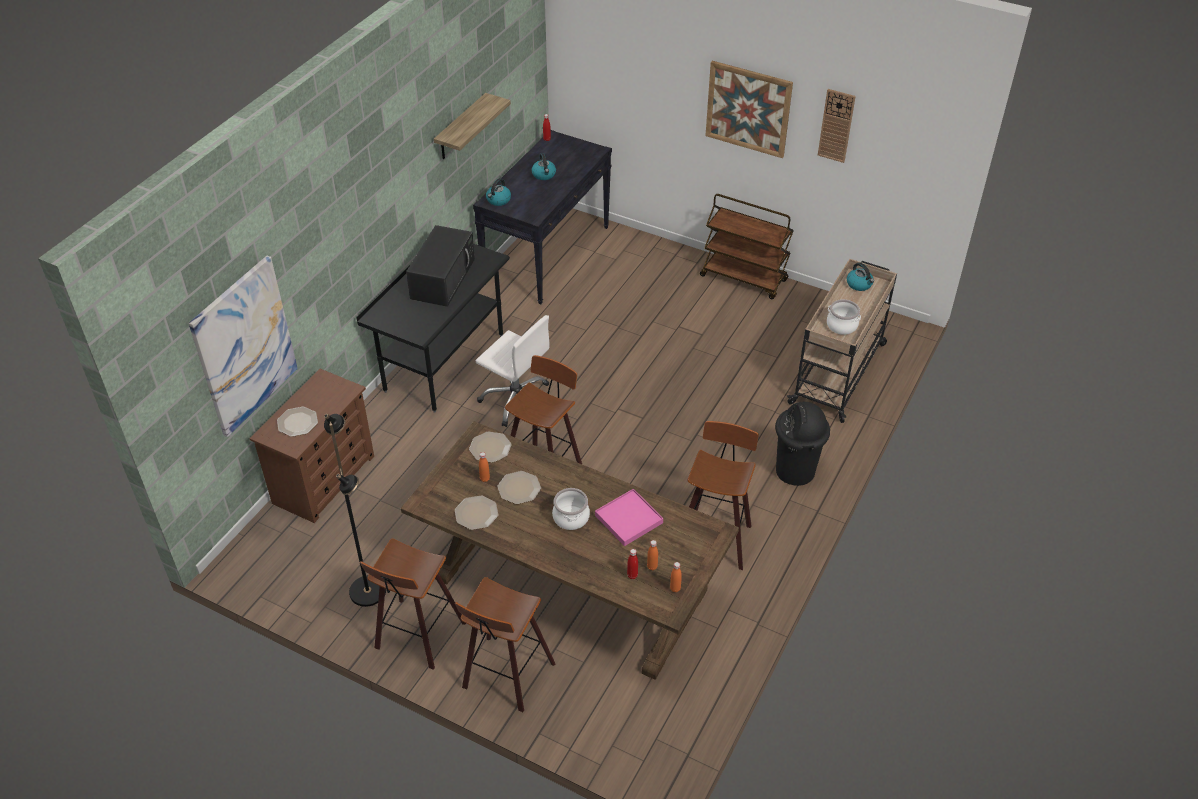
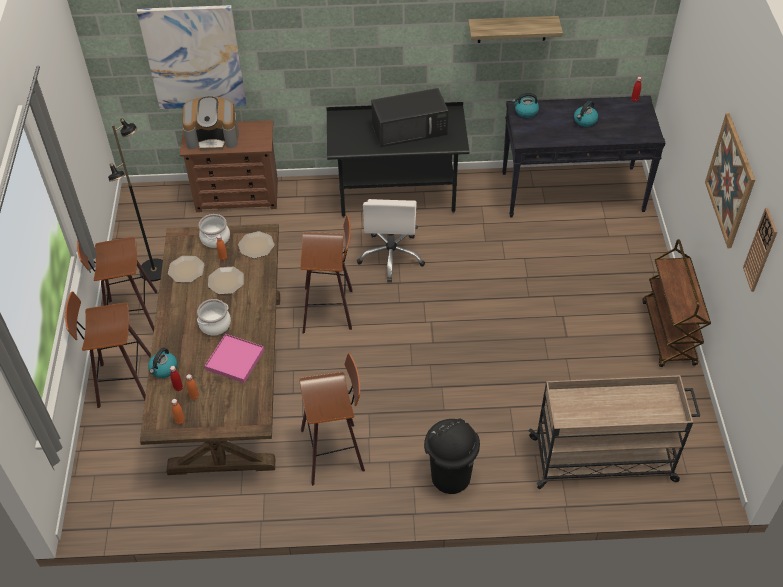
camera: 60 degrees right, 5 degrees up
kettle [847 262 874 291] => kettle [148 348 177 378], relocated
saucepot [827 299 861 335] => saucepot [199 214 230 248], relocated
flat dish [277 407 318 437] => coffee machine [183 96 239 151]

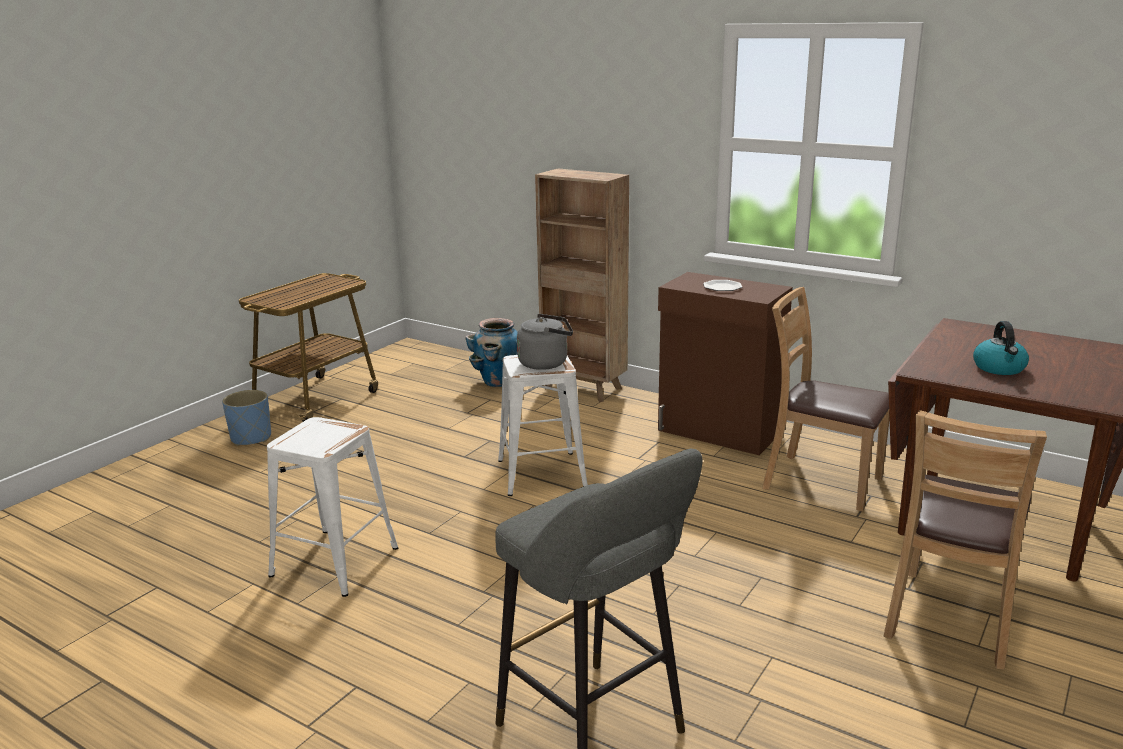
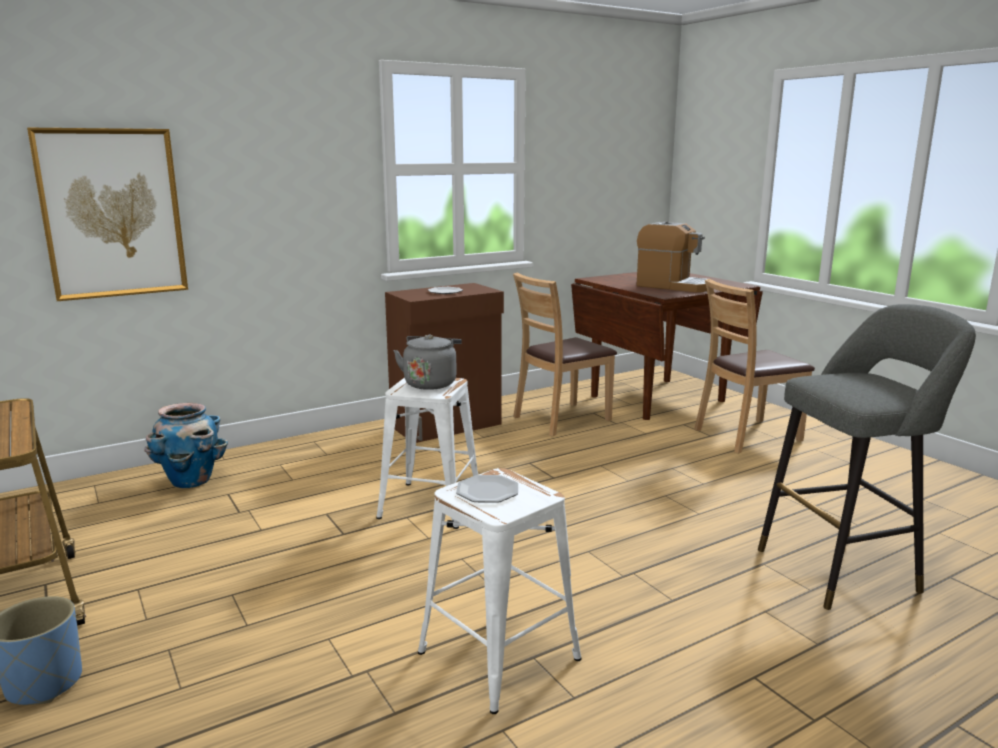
camera: 65 degrees left, 5 degrees down
bookshelf (brown) [535 169 629 402] => nothing
kettle [973 321 1029 375] => coffee machine [637 222 707 292]
chair (brown) [884 410 1047 670] => chair (brown) [694 279 815 454], 105 degrees clockwise
nothing => wall picture [27 128 188 301]
nothing => flat dish [456 475 518 503]

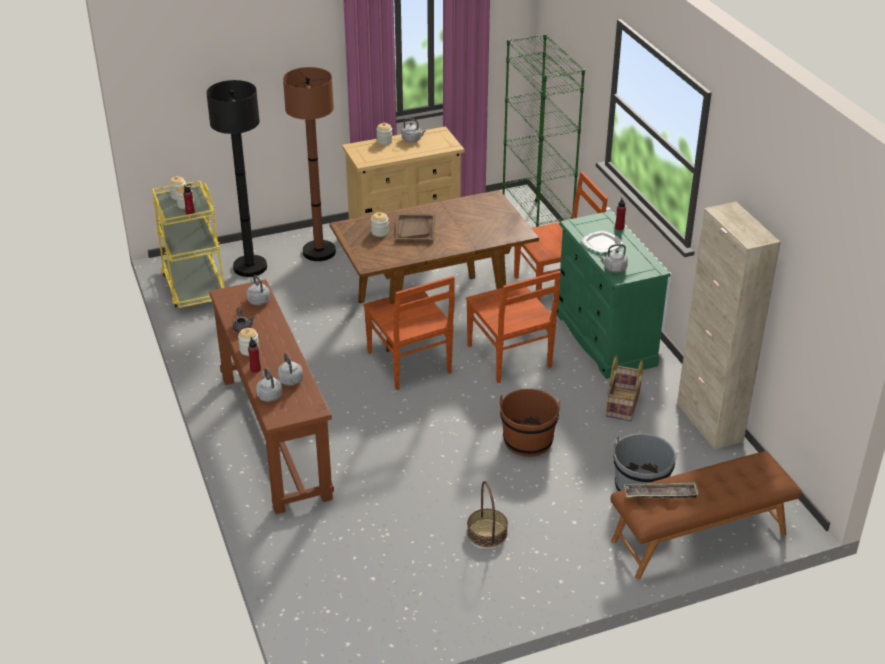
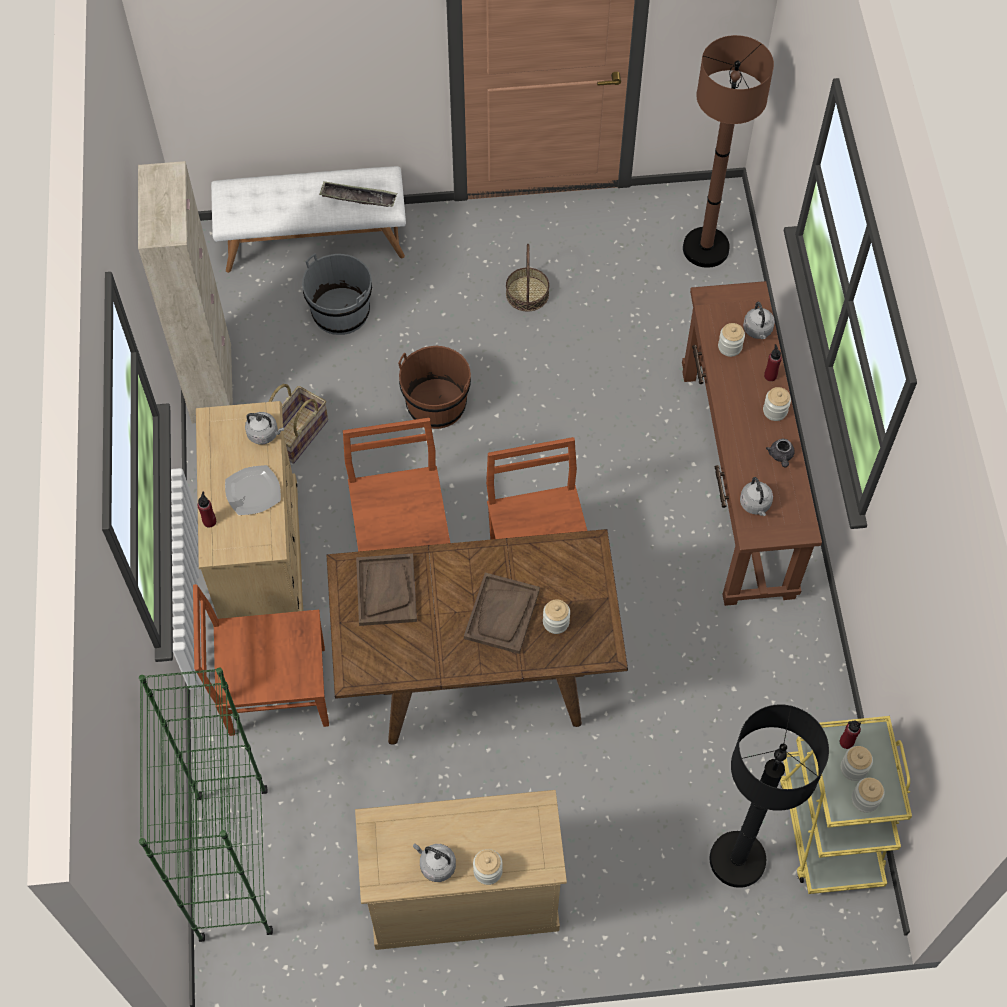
camera: 165 degrees left, 25 degrees up
standard lamp (brown) [283 67 336 261] => standard lamp (brown) [683 35 774 268], relocated
chest of drawers (green-coloured) [557 211 671 379] => chest of drawers (sand-coloured) [196 401 304 619]
kettle (grey) [277 353 303 386] => storage jar [718 323 745 357]
bench (brown) [611 451 801 579] => bench (whitish) [211 166 406 273]
nothing => serving tray (brown) [356 553 417 626]

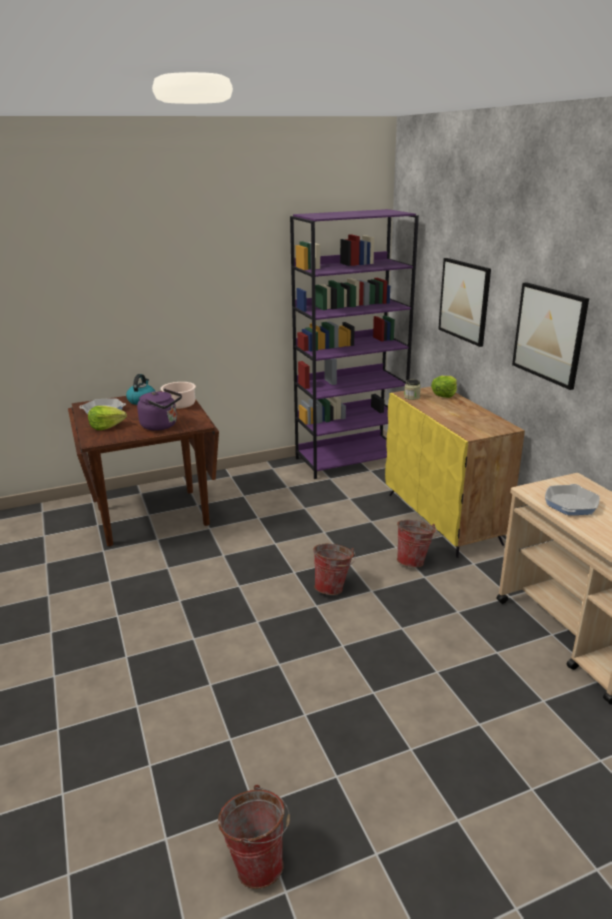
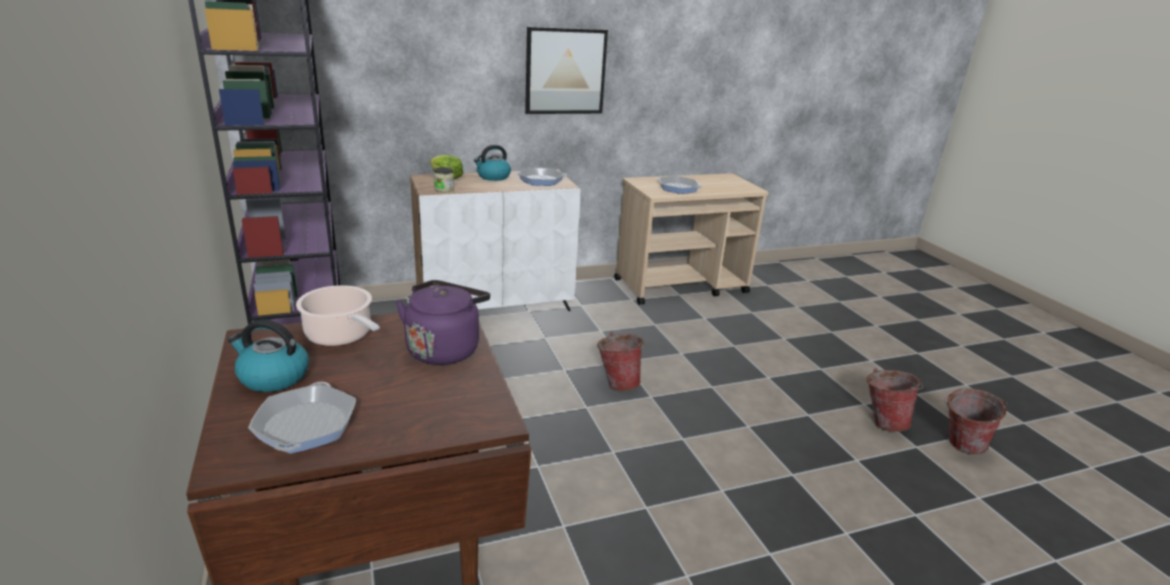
camera: 90 degrees left, 0 degrees up
wall picture [438 258 491 347] => nothing
storage cabinet (yellowish) [385 386 525 558] => storage cabinet (whitish) [410 170 580 311]
lettuce [88 406 127 430] => nothing
water bucket [397 520 437 568] => water bucket [867 368 924 432], relocated
nothing => kettle [474 145 511 181]
nothing => skillet [515 168 567 186]

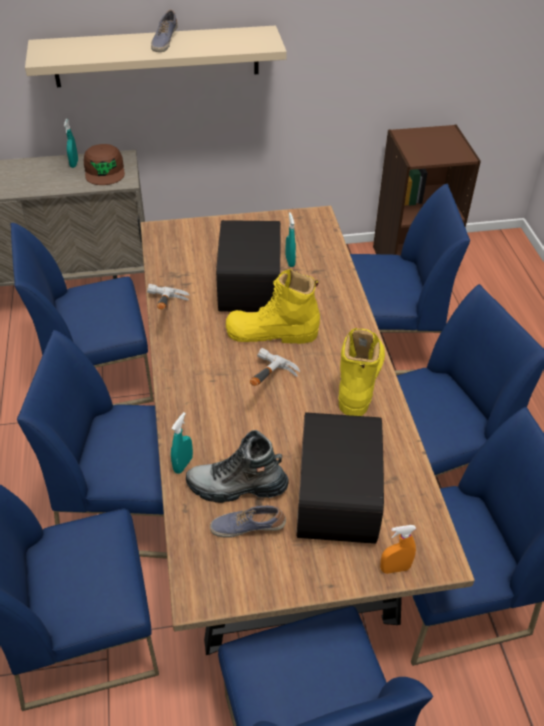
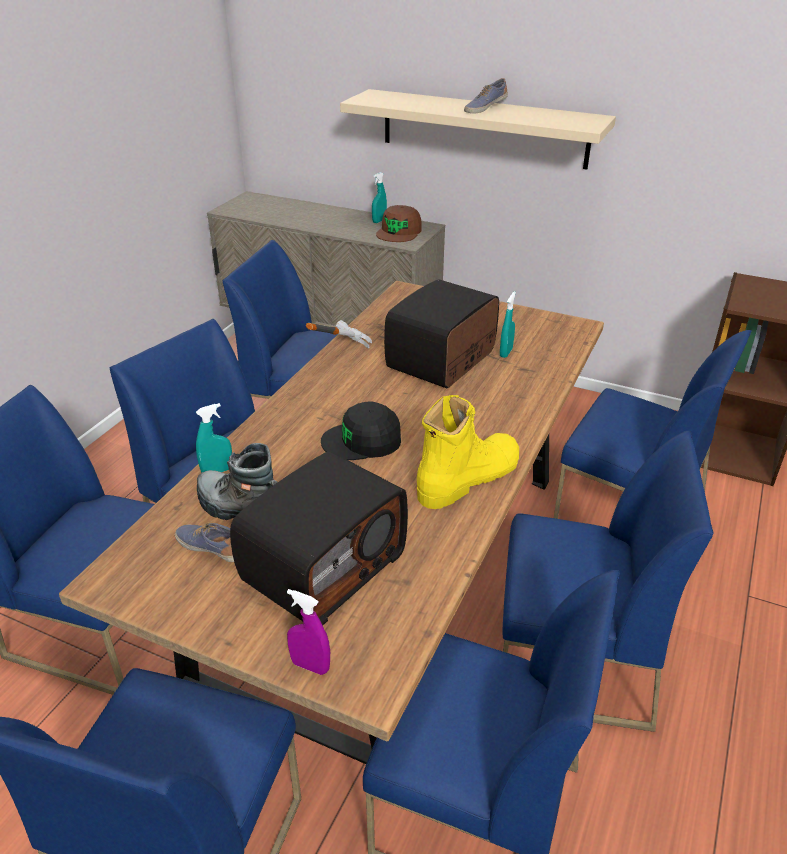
camera: 35 degrees right, 10 degrees down
tall boot (yellowish) [226 269 320 344] => nothing
hammer [250 348 300 386] => peaked cap (blackish) [321 401 401 460]
spray bottle (orange) [380 525 416 574] => spray bottle (purple-coloured) [287 589 330 675]

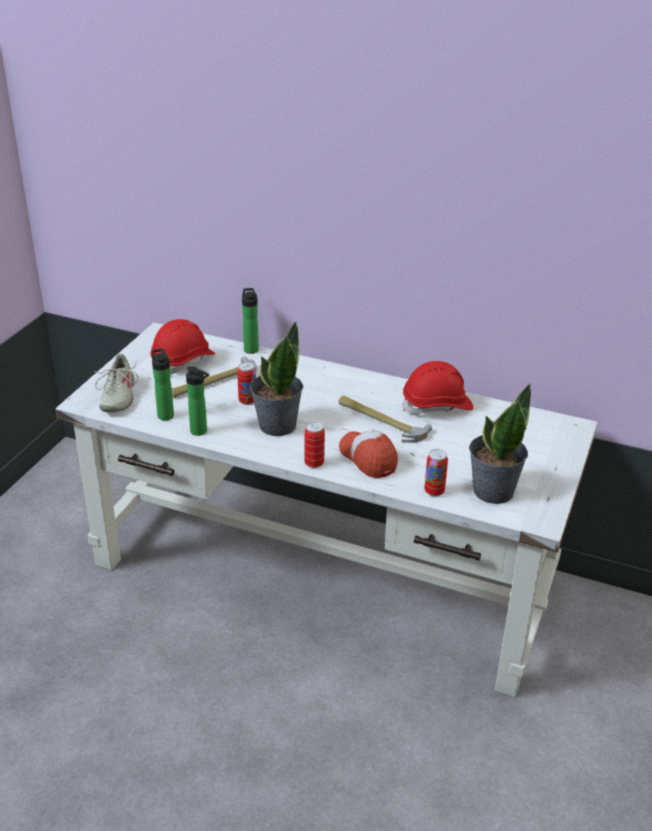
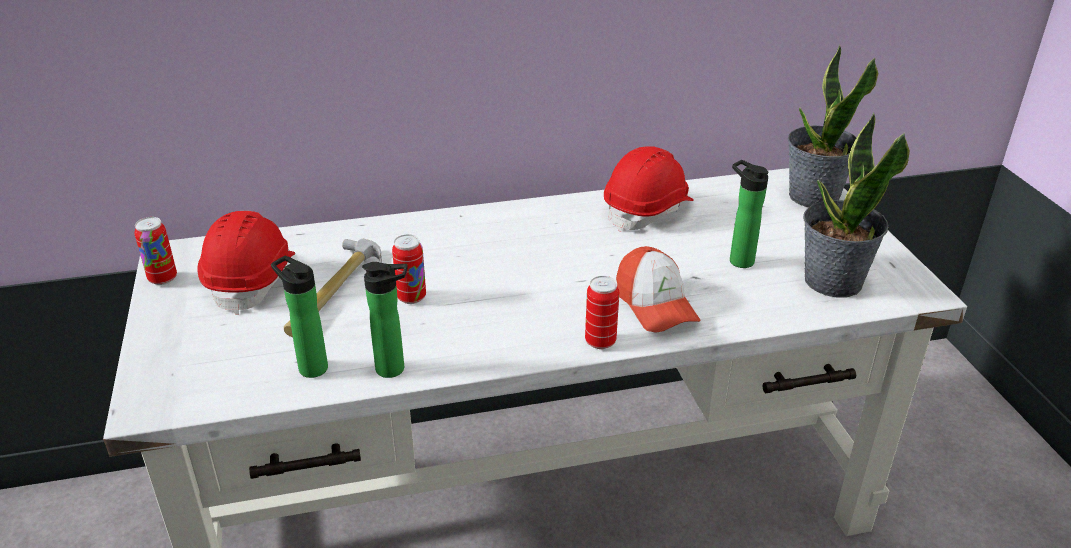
camera: 35 degrees left, 0 degrees up
beverage bottle [242 288 259 354] => beverage bottle [730 160 768 268], relocated
potted plant [250 322 303 436] => potted plant [788 45 878 207], relocated
item of footwear (sand-coloured) [94 354 138 412] => nothing
hammer [339 395 432 443] => nothing
peaked cap [339 429 398 478] => peaked cap [616 246 701 332], 135 degrees counterclockwise
sealed can [424 449 448 496] => sealed can [134 217 177 285], relocated

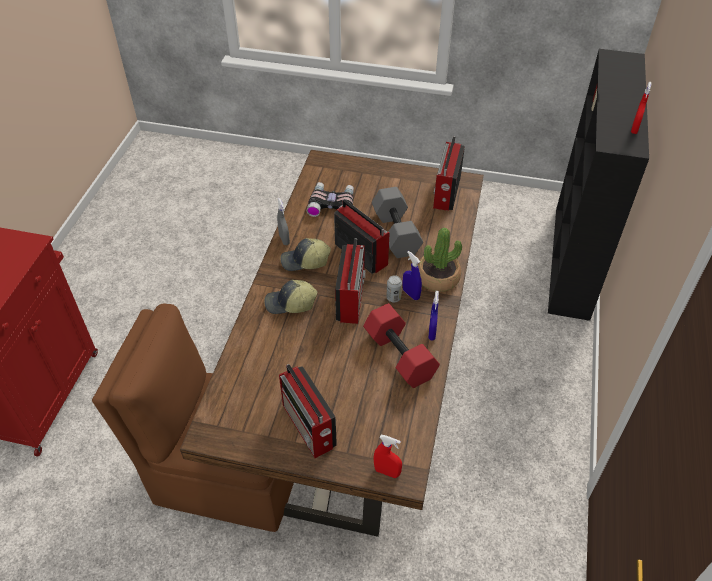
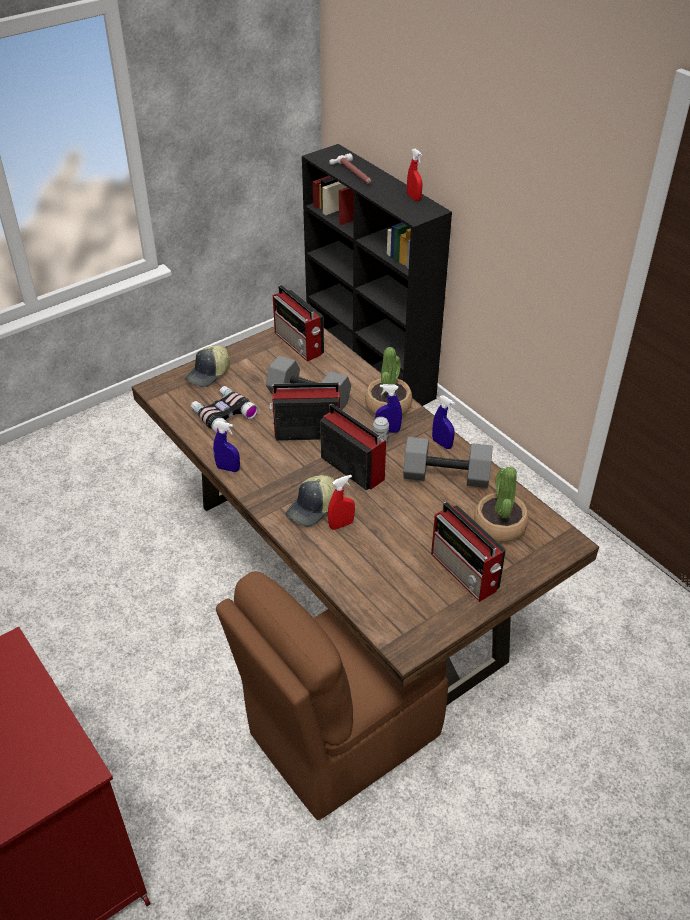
camera: 50 degrees left, 5 degrees down
spray bottle (grey) [277 198 290 245] => spray bottle (blue) [213 421 240 472]
peaked cap [280 238 331 271] => peaked cap [185 345 230 387], relocated
dumbbell (red) [363 303 440 388] => dumbbell (grey) [403 437 493 488]
radio [279 364 337 458] => radio [431 502 506 602], 45 degrees clockwise
spray bottle (red) [374 435 402 478] => spray bottle (red) [328 475 355 530], relocated
nothing => hammer [329 153 371 184]
nothing => potted plant [474 467 529 542]

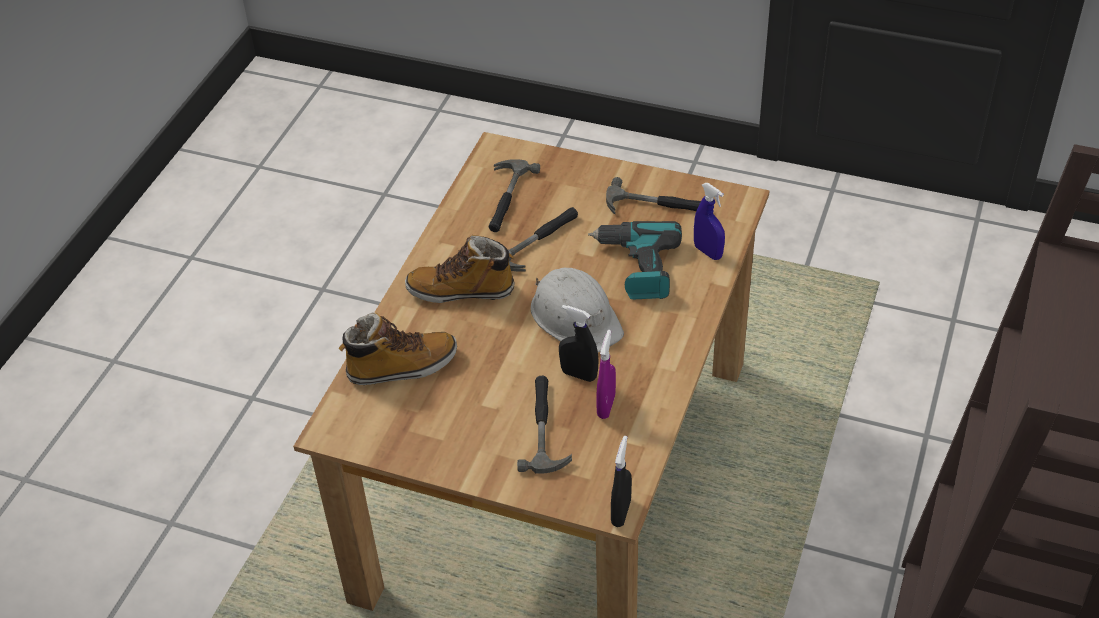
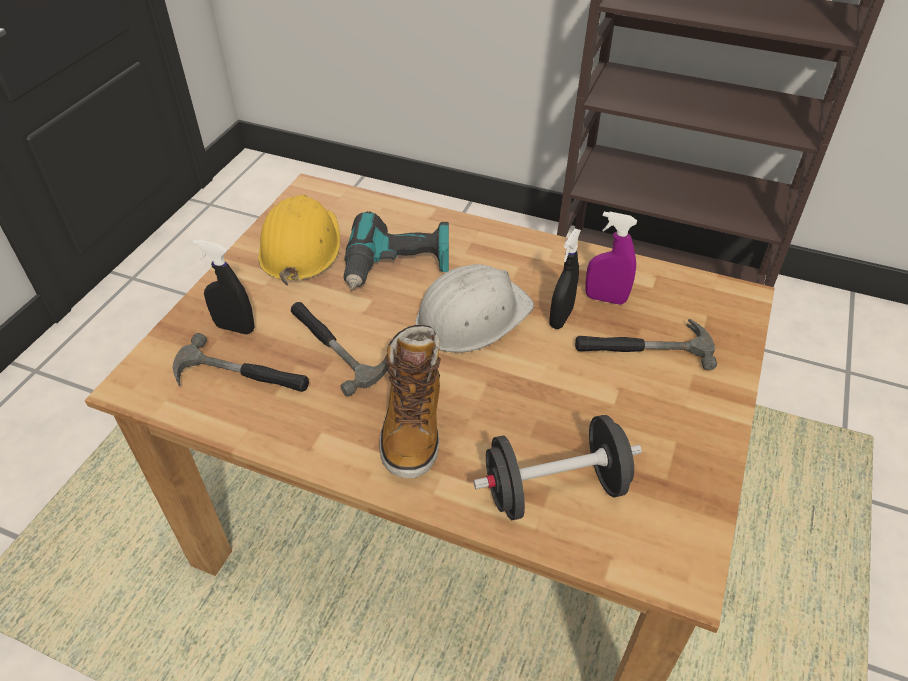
camera: 90 degrees left, 0 degrees up
hammer [606 177 701 214] => work helmet (yellowish) [258 195 340 285]
spray bottle (blue) [694 183 725 260] => nothing
tall boot [339 313 457 385] => dumbbell (blackish) [473 415 642 520]
spray bottle (blackish) [611 436 632 527] => spray bottle (blackish) [193 240 255 334], relocated

